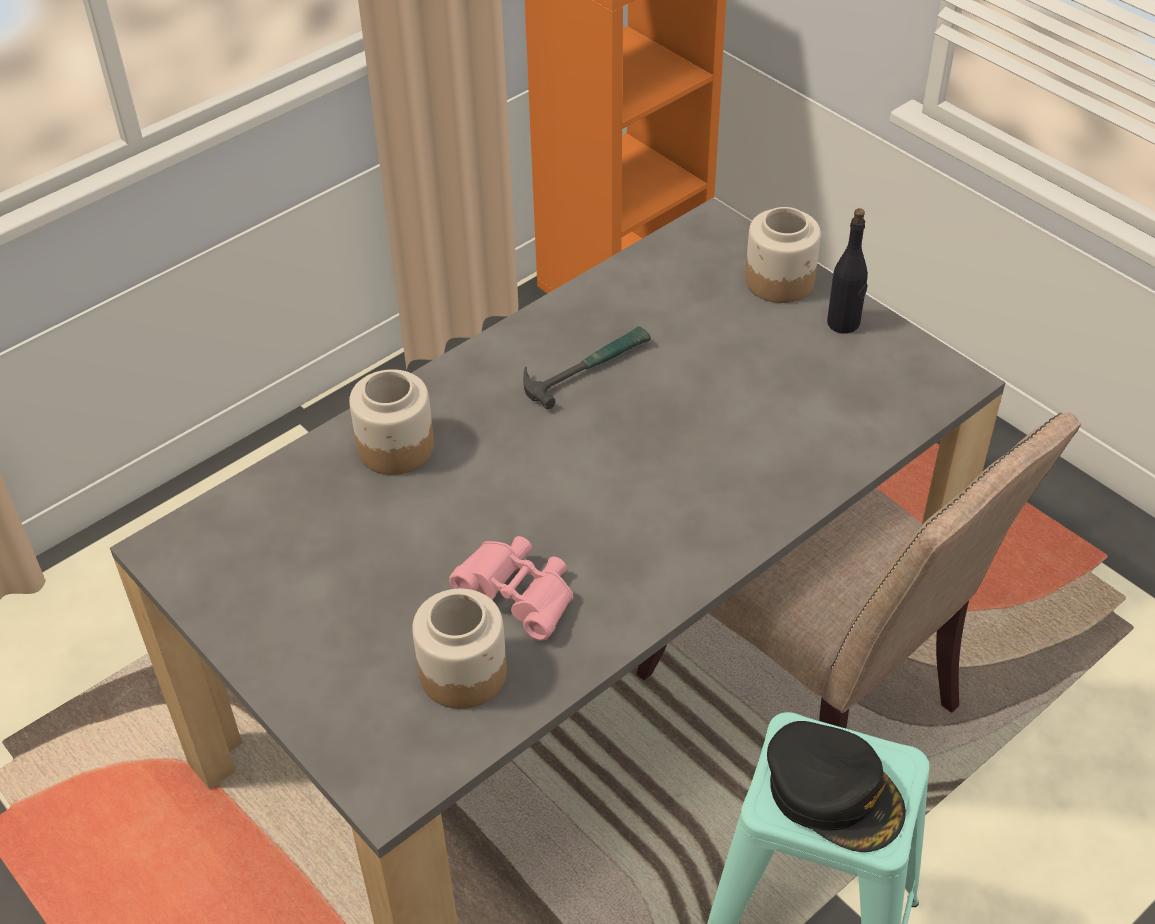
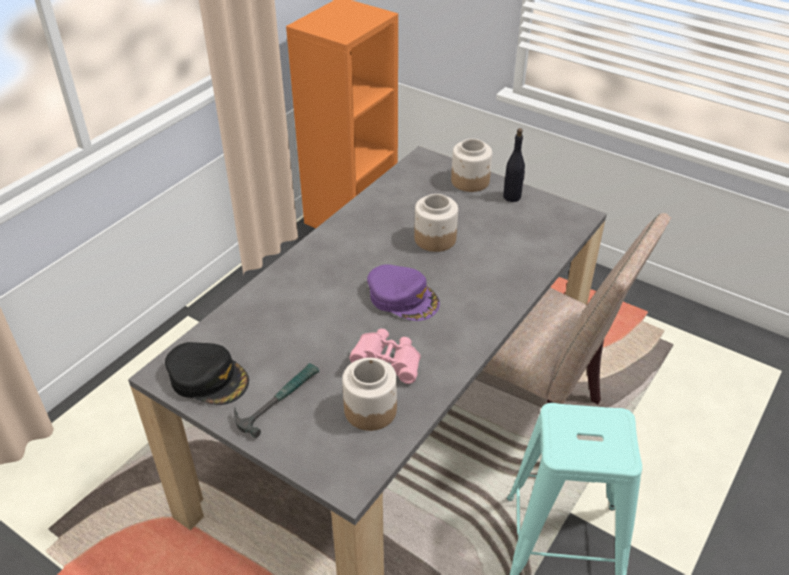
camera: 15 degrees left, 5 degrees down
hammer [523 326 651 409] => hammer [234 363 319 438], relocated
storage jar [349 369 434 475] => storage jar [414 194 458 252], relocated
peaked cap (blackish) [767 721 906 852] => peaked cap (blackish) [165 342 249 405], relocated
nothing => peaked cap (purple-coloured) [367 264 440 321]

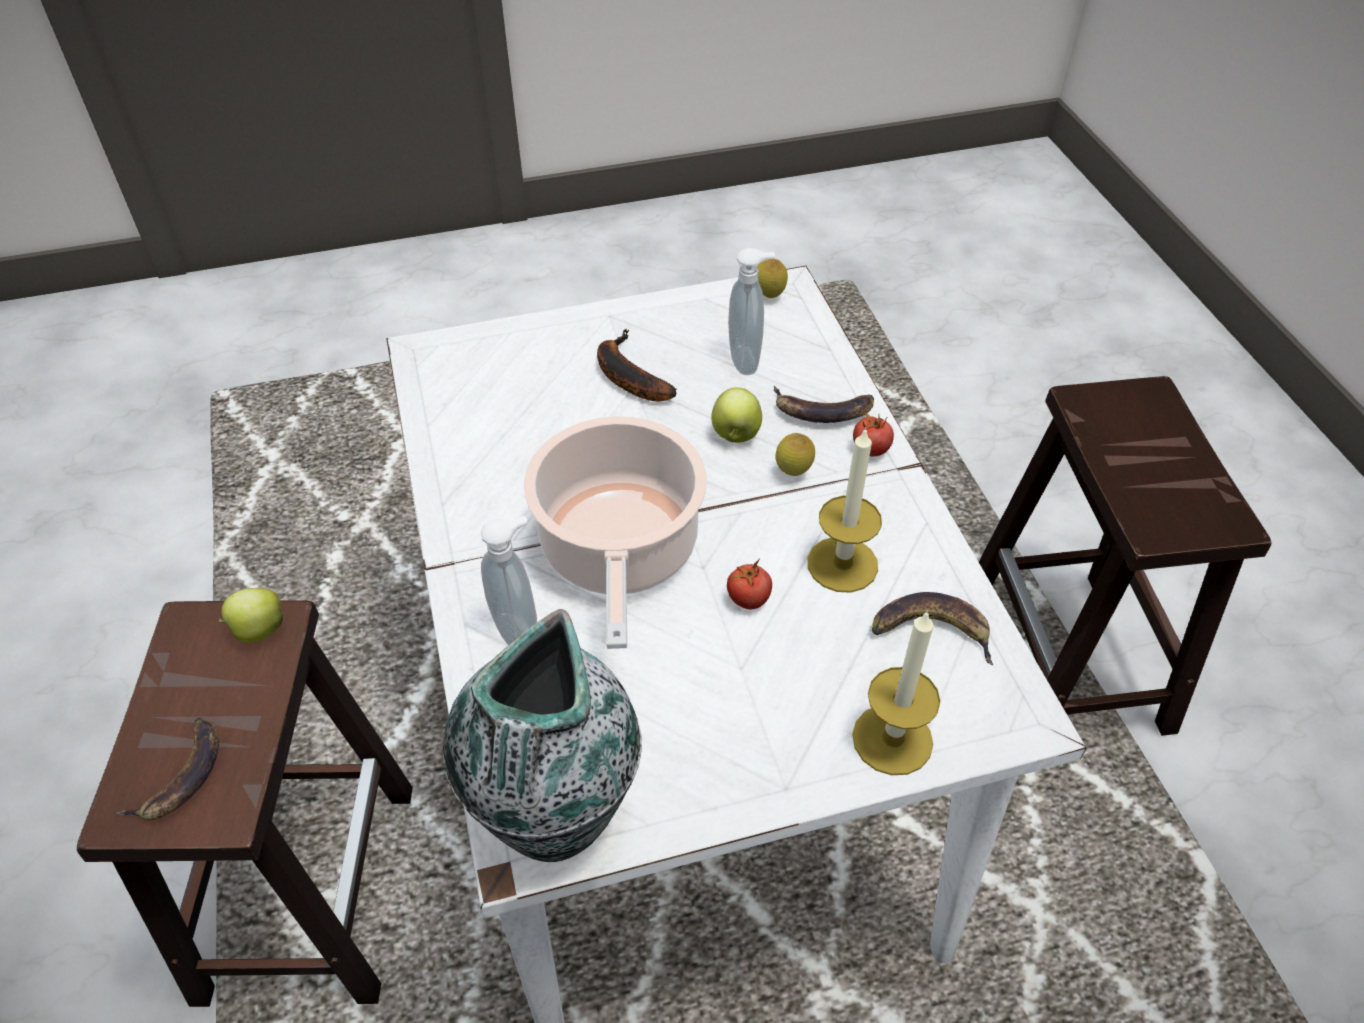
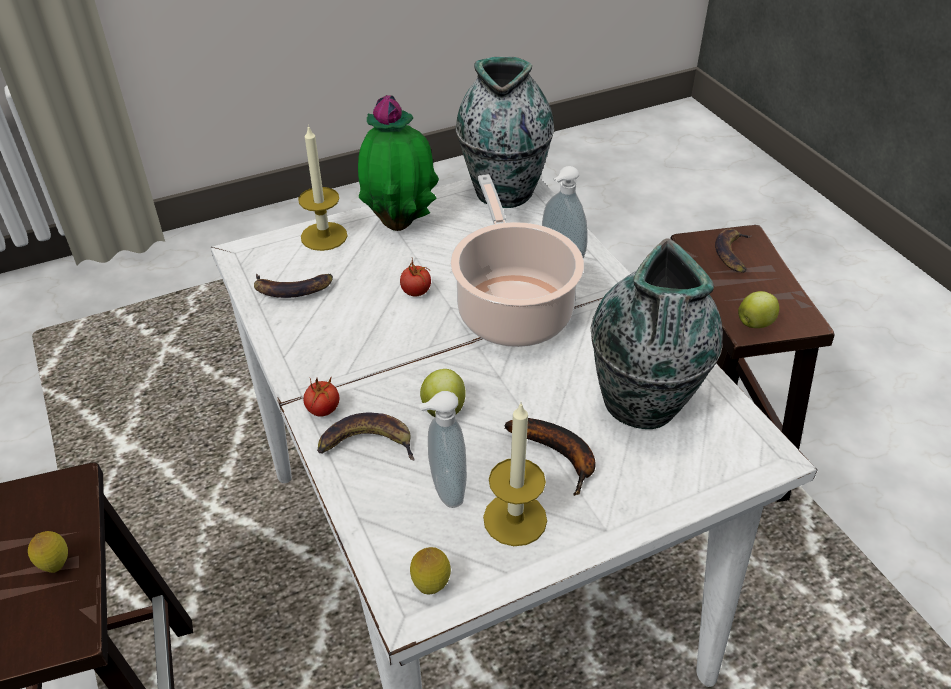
camera: 170 degrees right, 5 degrees down
candle [808 427 882 593] => candle [483 403 547 546], relocated
whole lemon [775 433 815 476] => whole lemon [28 531 68 573], relocated
nothing => potted plant [358 95 439 231]
nothing => flower vase [591 239 723 429]

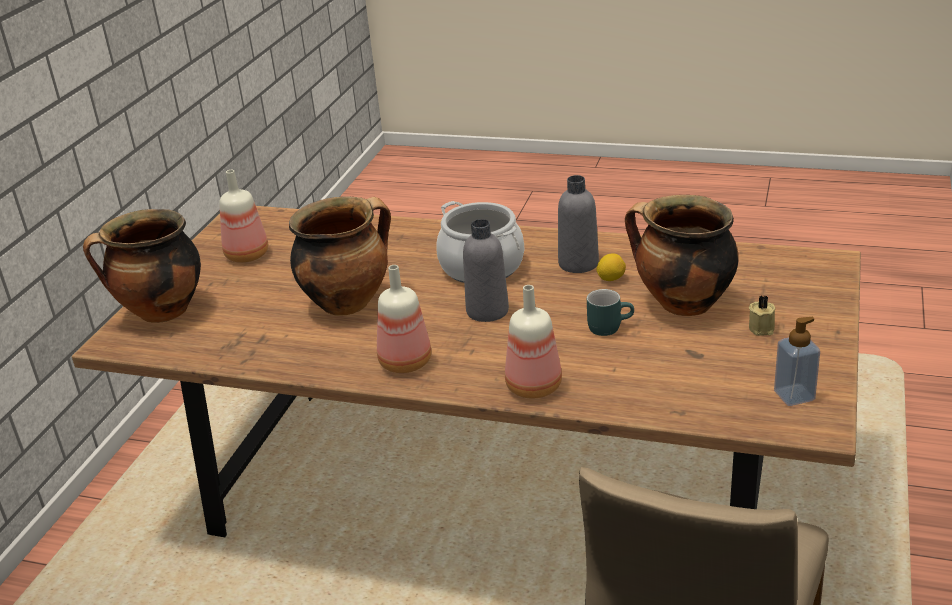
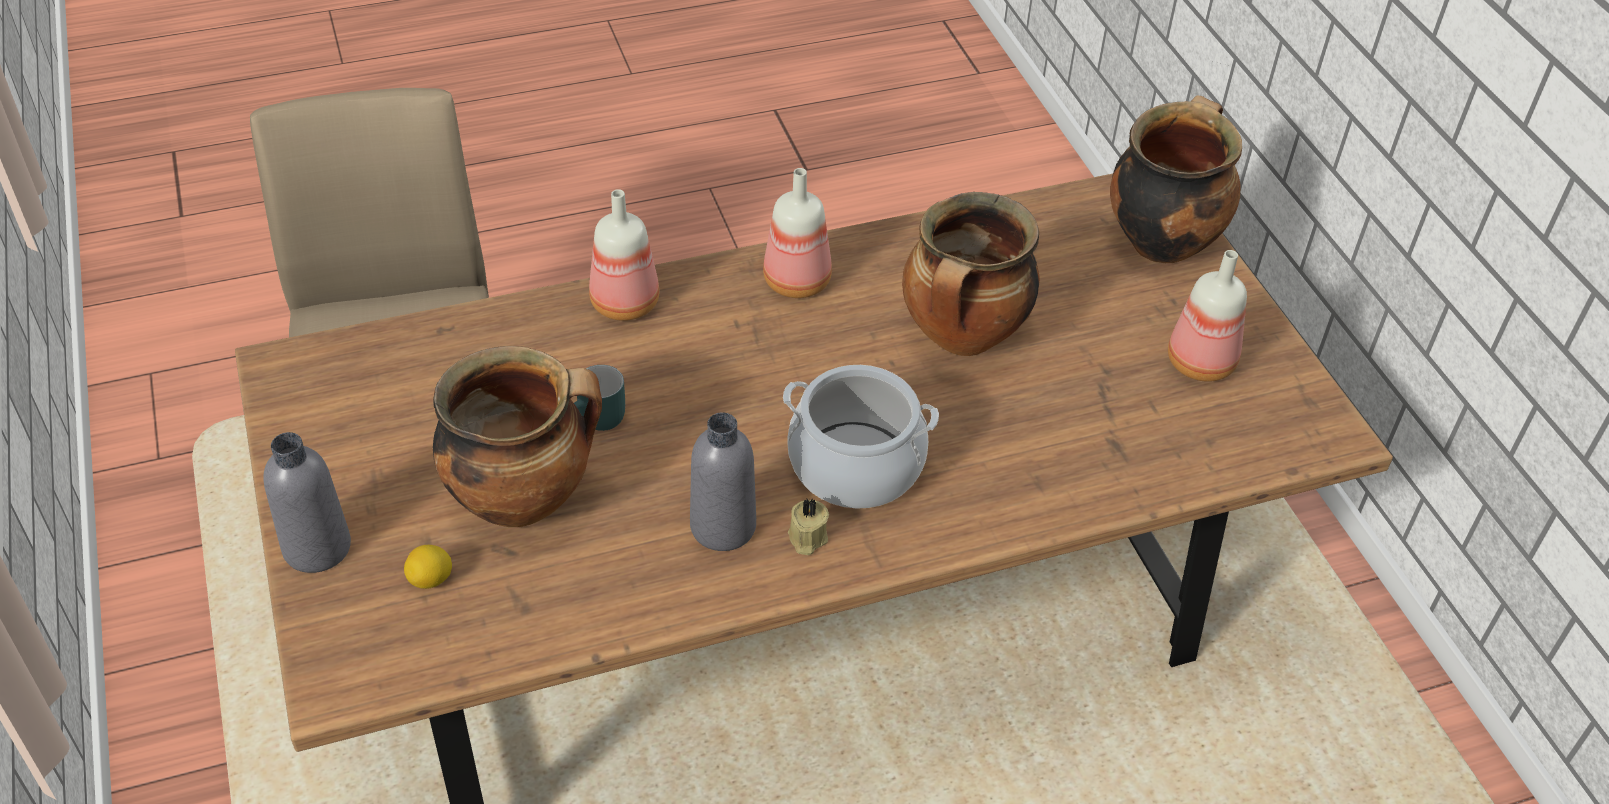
camera: 140 degrees right, 15 degrees up
beverage bottle (grey) [463 219 509 322] => beverage bottle (grey) [264 432 351 573], relocated
whole lemon [597 253 626 281] => whole lemon [404 545 452 589], relocated
candle (sand-coloured) [749 296 775 336] => candle (sand-coloured) [788 498 829 555], relocated
soap dispenser [774 317 820 406] => nothing

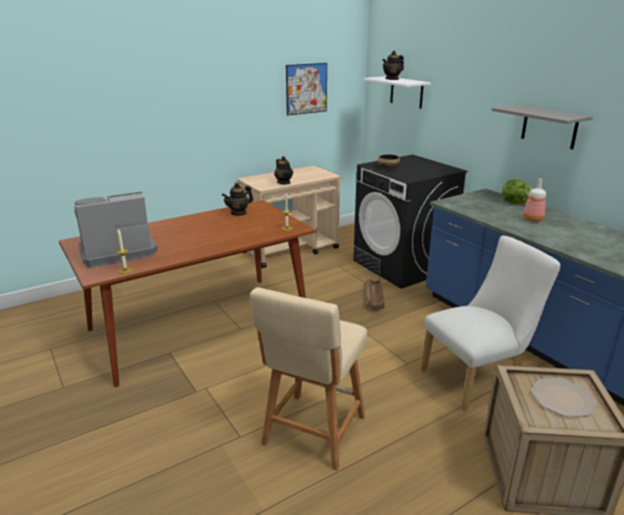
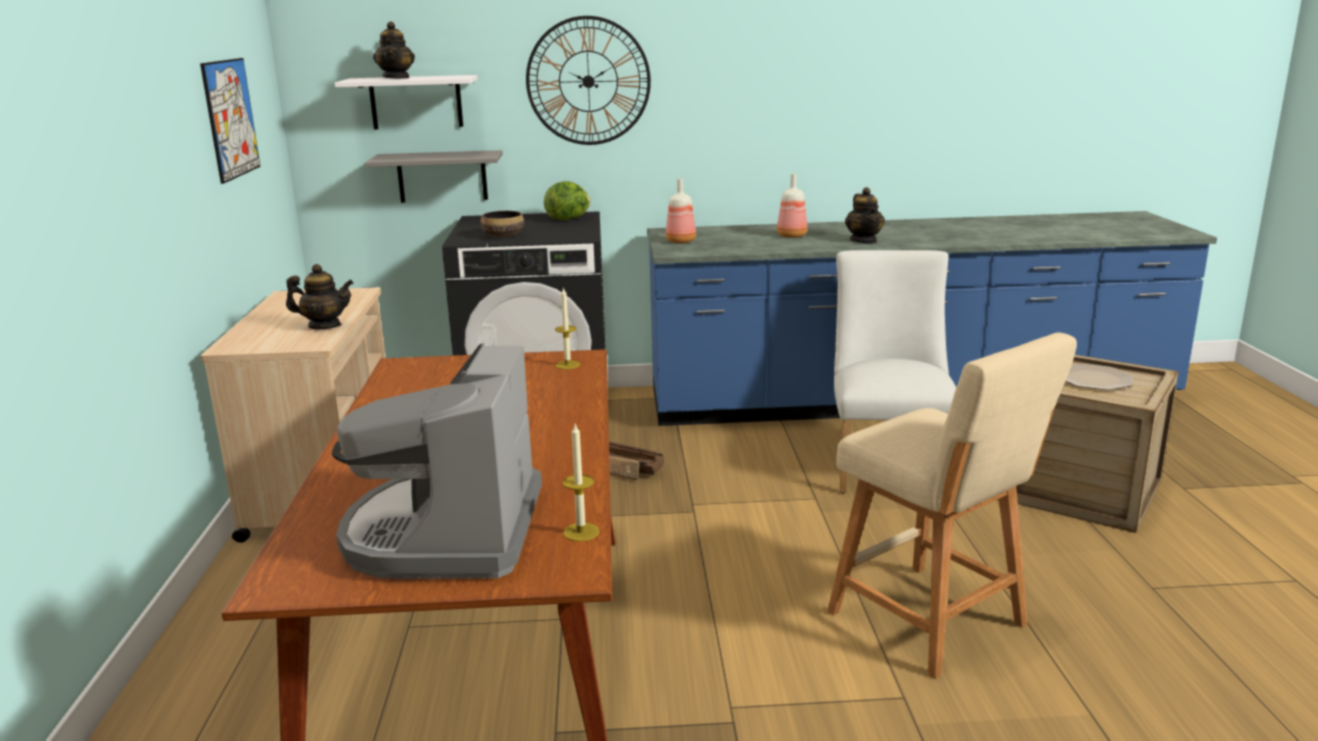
camera: 60 degrees left, 5 degrees down
bracket shelf (grey) [492 105 593 149] => bracket shelf (grey) [365 150 503 203], relocated
lettuce [502 179 532 204] => lettuce [544 181 590 220], relocated
teapot [222 183 253 216] => teapot [845 187 885 243], relocated
nothing => clock on the wall [526 16 651 145]
nothing => beverage bottle [666 178 696 243]

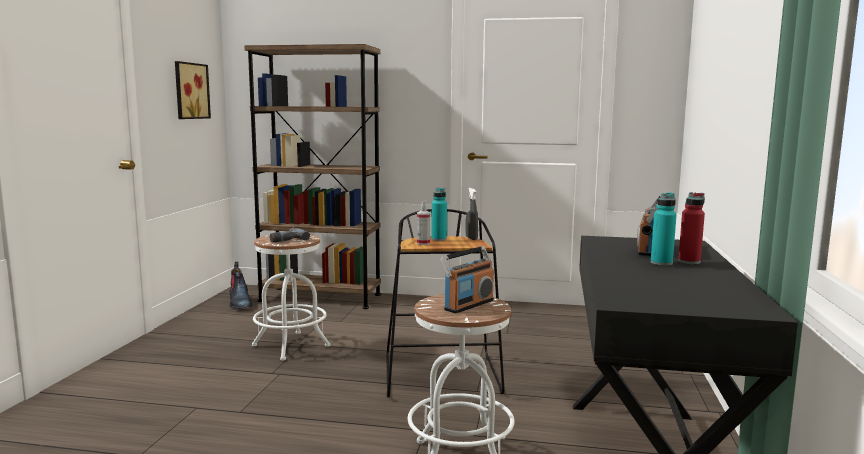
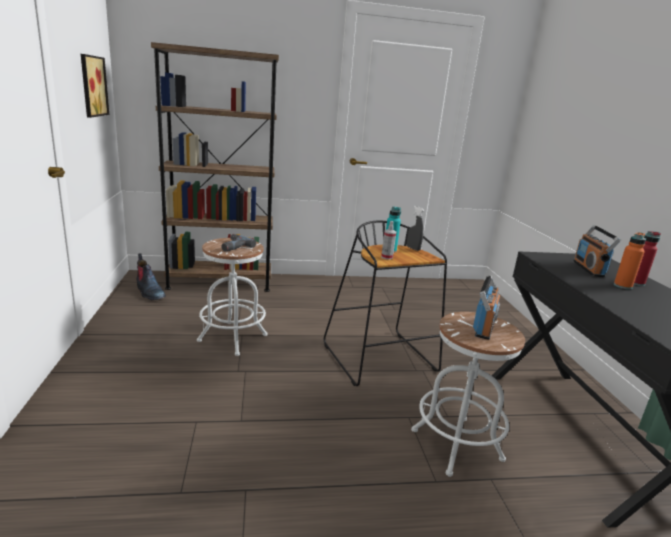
camera: 20 degrees left, 10 degrees up
beverage bottle (blue-green) [651 193 677 266] => beverage bottle (orange) [614 232 646 289]

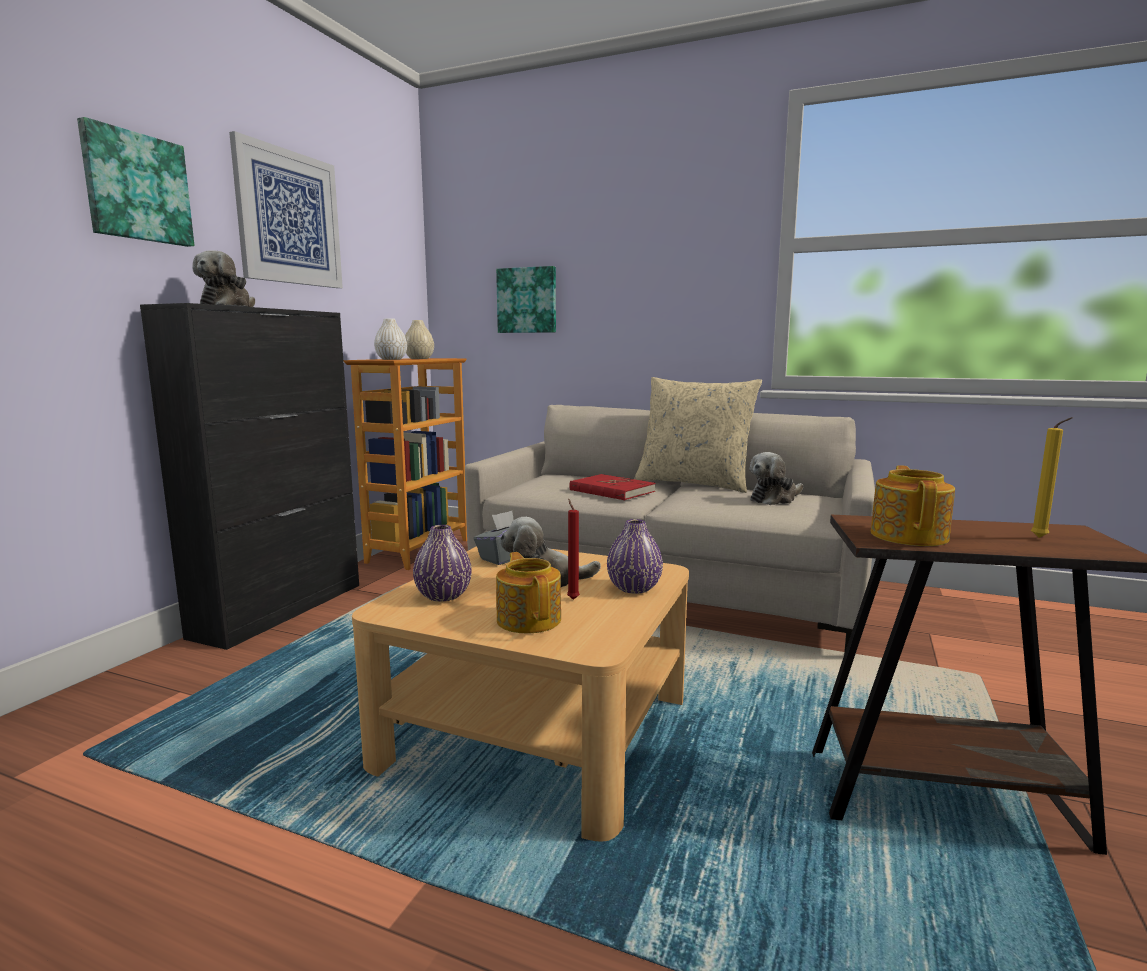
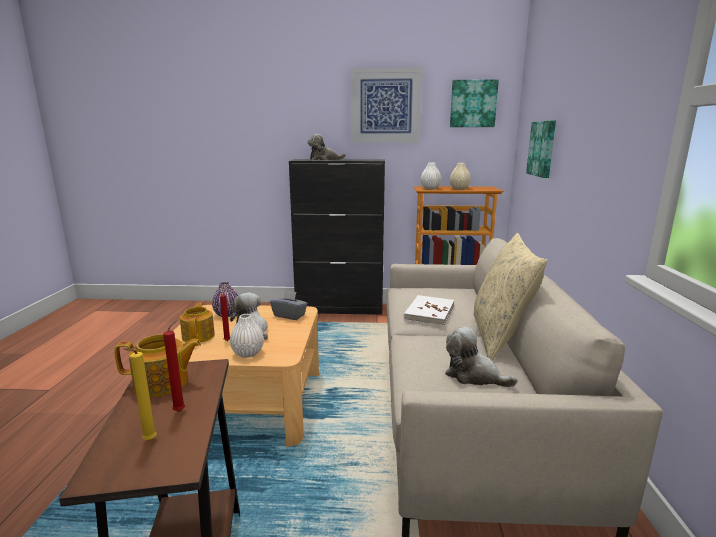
camera: 70 degrees right, 5 degrees up
wall picture [77 117 194 247] => wall picture [450 79 499 127], relocated
book (red) [569 474 655 500] => book (whitish) [403 295 454 326]
flower vase (purple-coloured) [607 519 663 594] => flower vase (whitish) [230 314 264 358]
teapot [496 552 561 633] => teapot [180 303 215 342], 60 degrees counterclockwise
nothing => candle (red) [163 320 185 412]

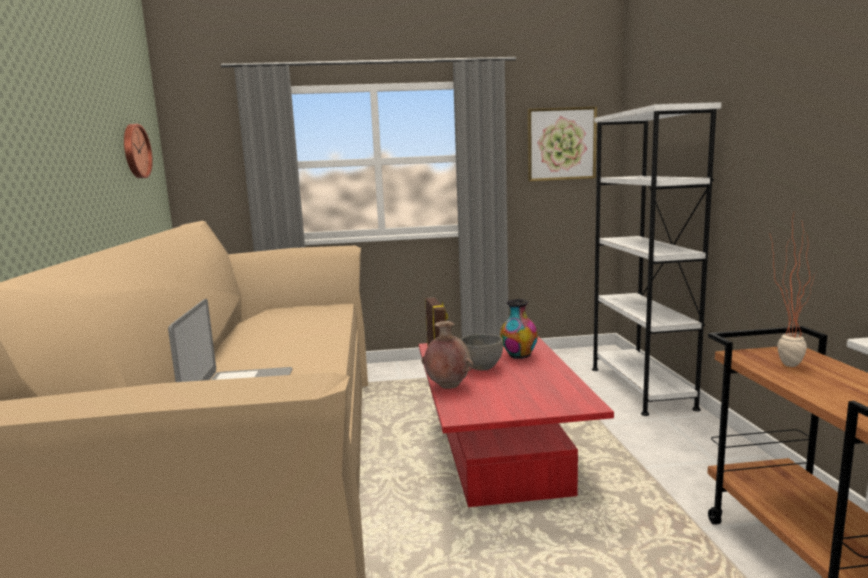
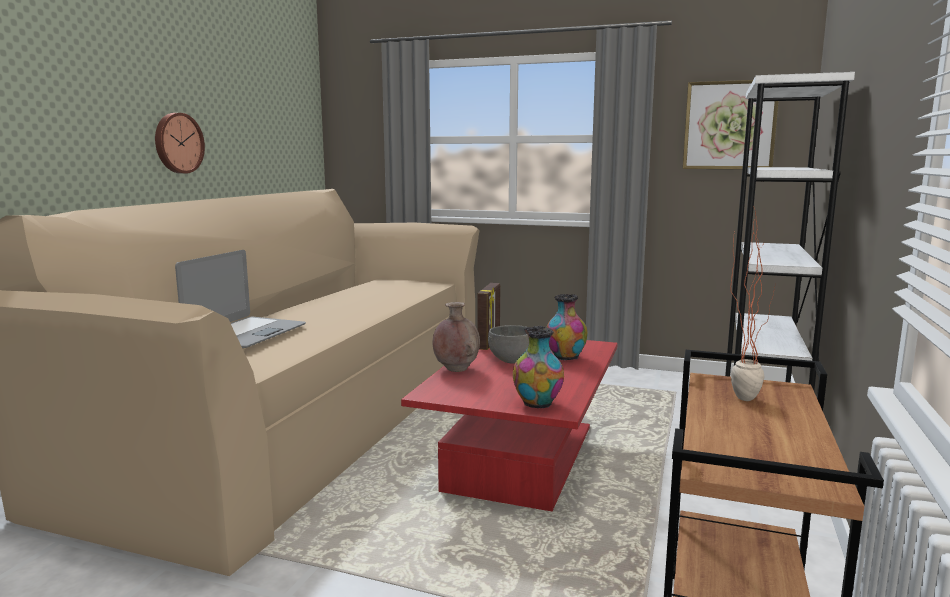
camera: 25 degrees right, 0 degrees up
clock on the wall [124 124 153 178] => clock on the wall [155 113 205 174], relocated
nothing => flower vase [513 326 564 408]

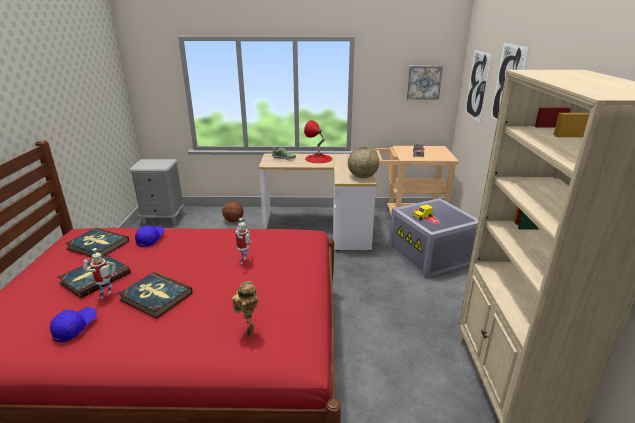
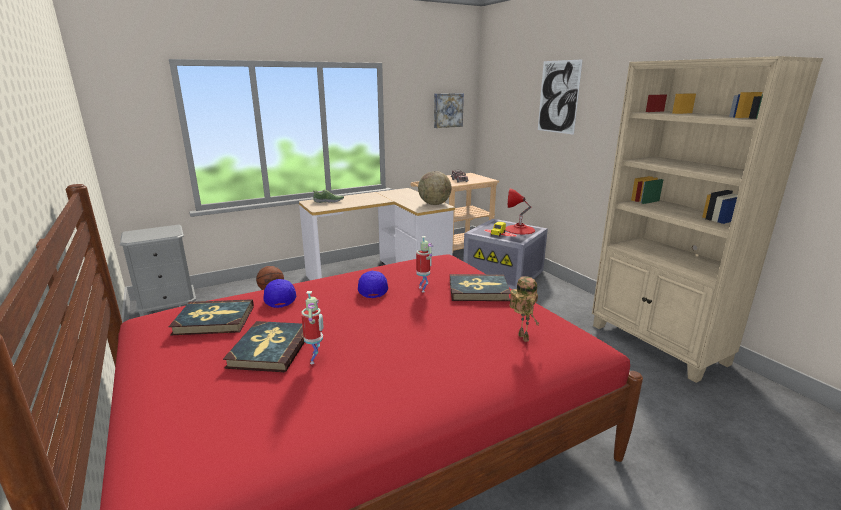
camera: 30 degrees left, 5 degrees down
wall picture [465 50 492 122] => nothing
table lamp (red) [304 120 332 163] => table lamp (red) [506 188 535 234], relocated
book [118 272 193 319] => book [450 274 510 301], relocated
peaked cap (blue) [50 307 97 343] => peaked cap (blue) [358 271 388 298], relocated

